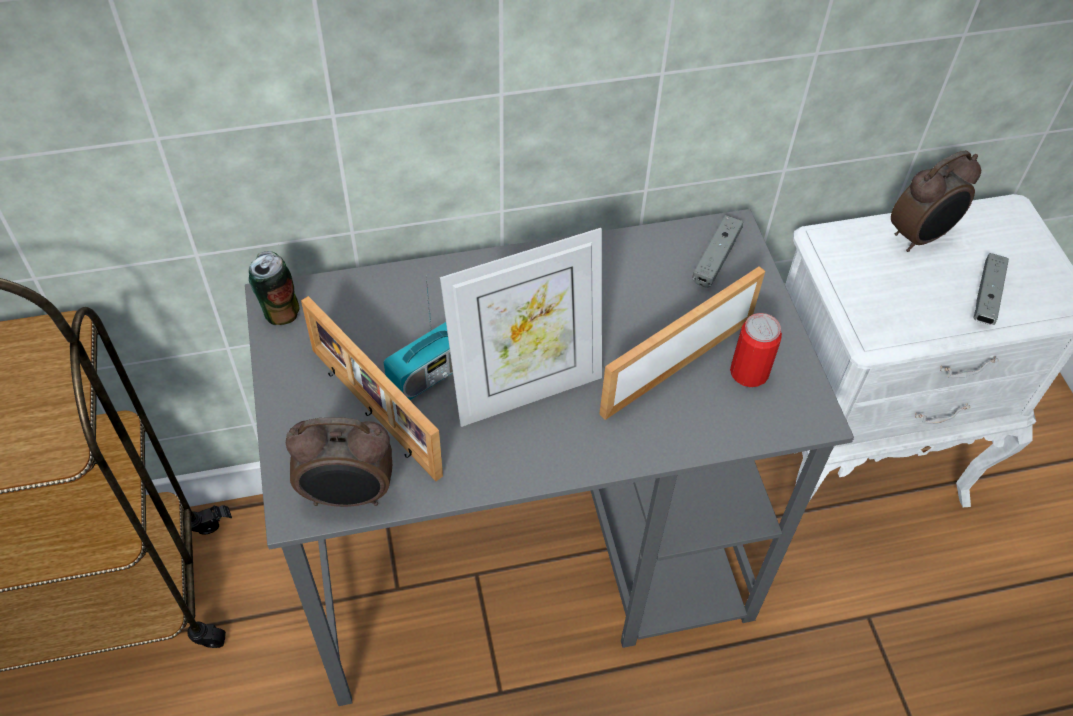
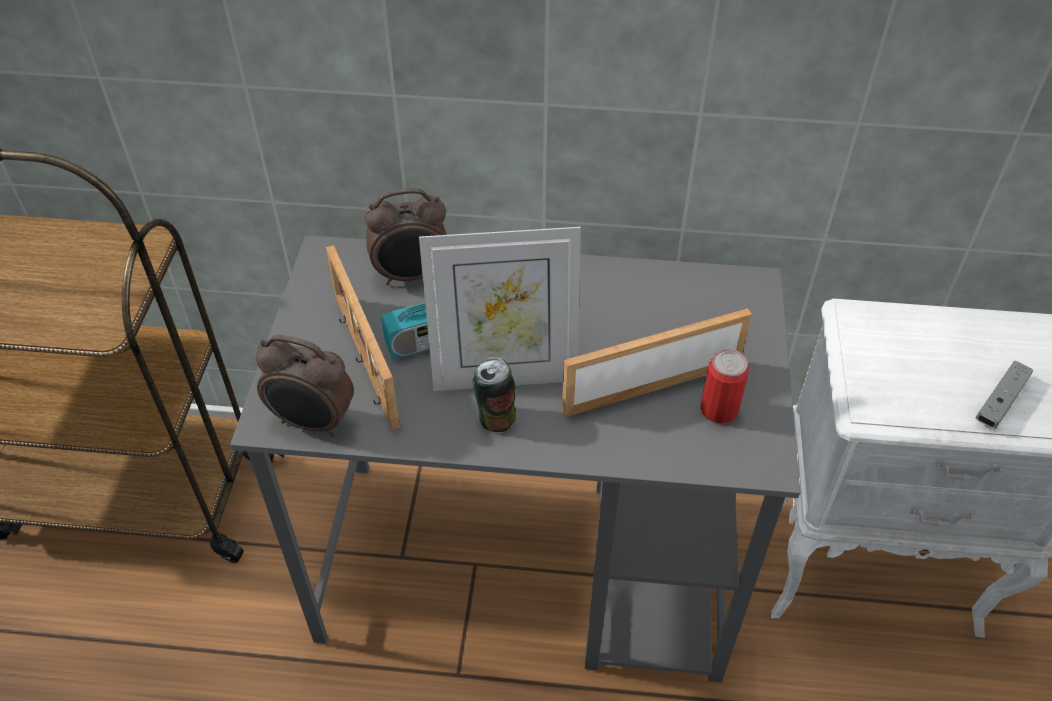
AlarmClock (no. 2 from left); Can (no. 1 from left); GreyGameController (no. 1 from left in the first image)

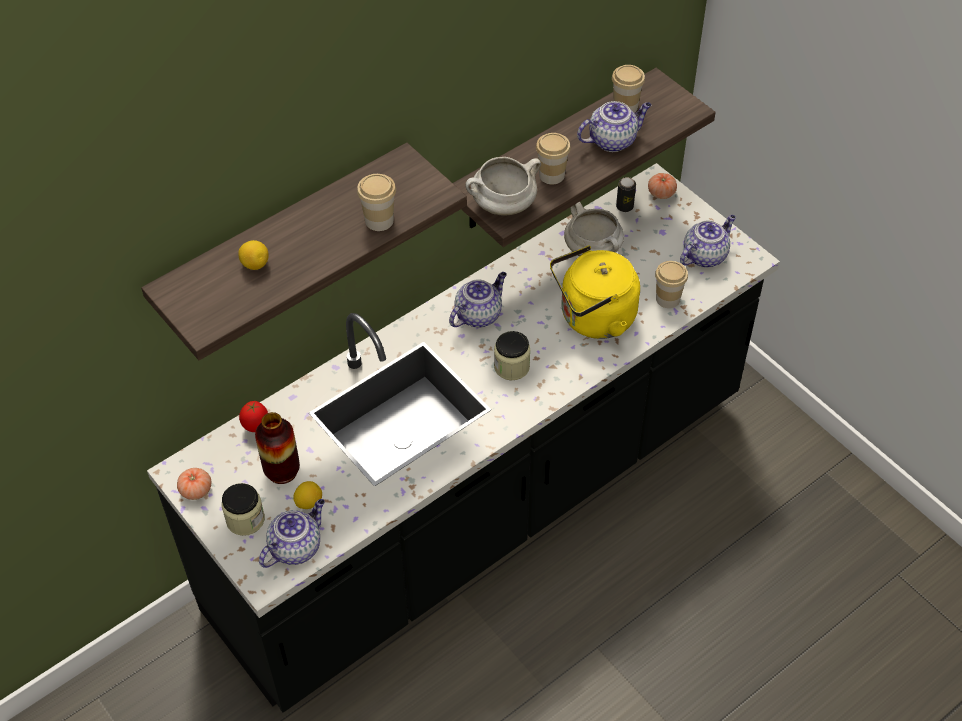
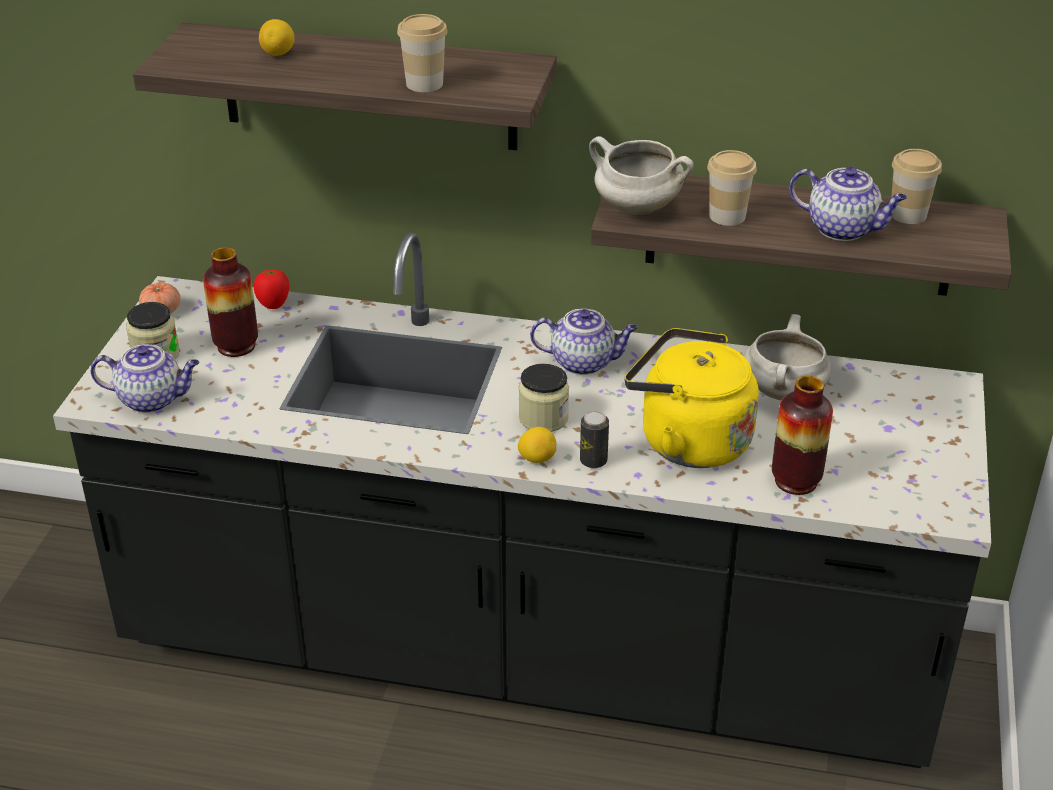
Lemon (no. 2 from left); Can; Vase (no. 2 from left); Tomato (no. 3 from left in the first image); Teapot (no. 4 from left in the first image)

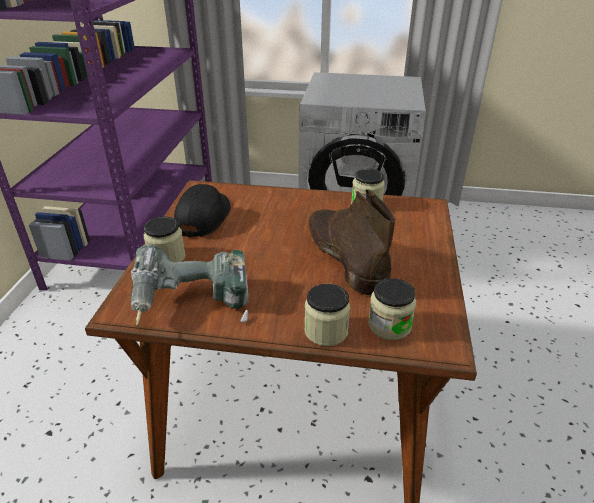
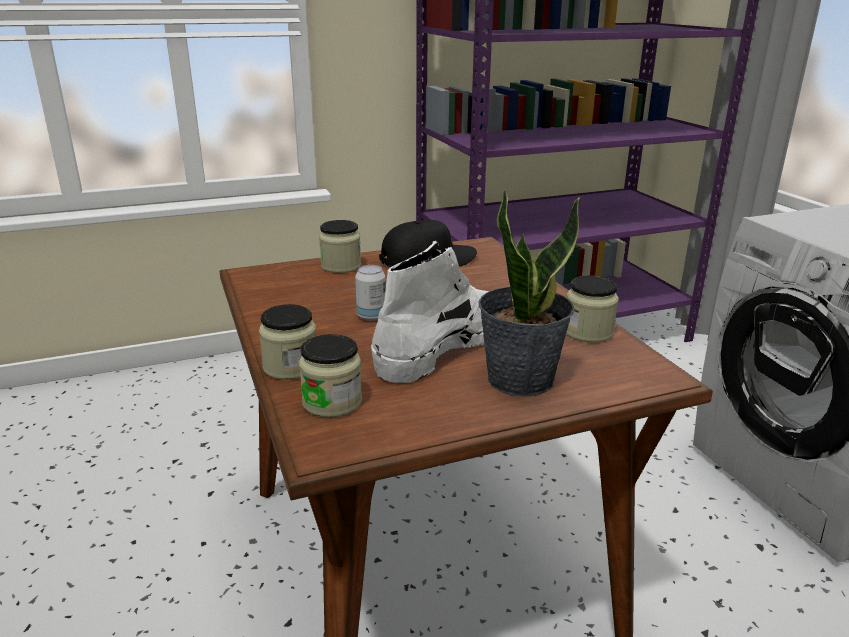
Can; WhiteBoot; PottedPlant; PowerDrill

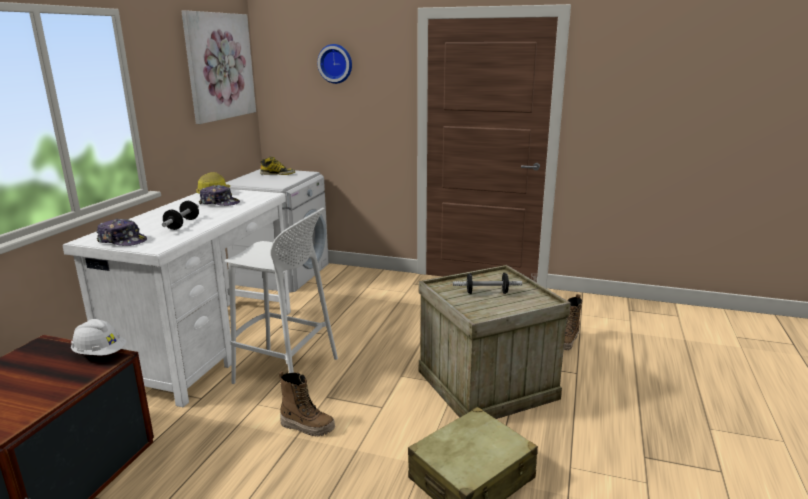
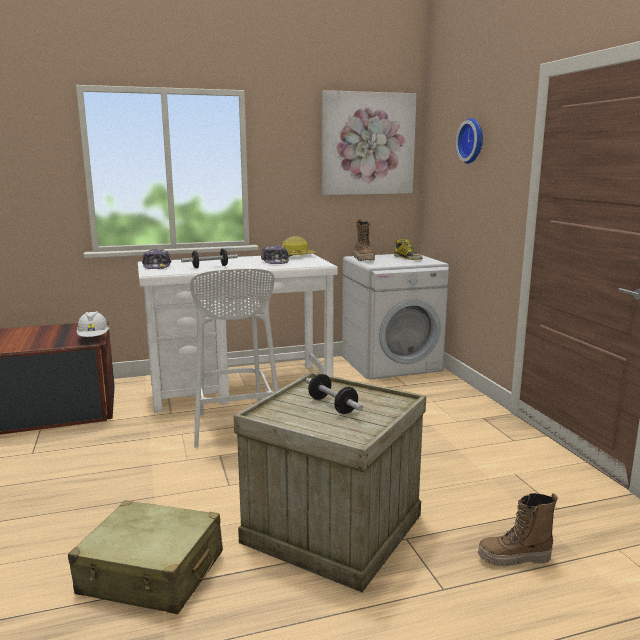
Boot (no. 1 from left)

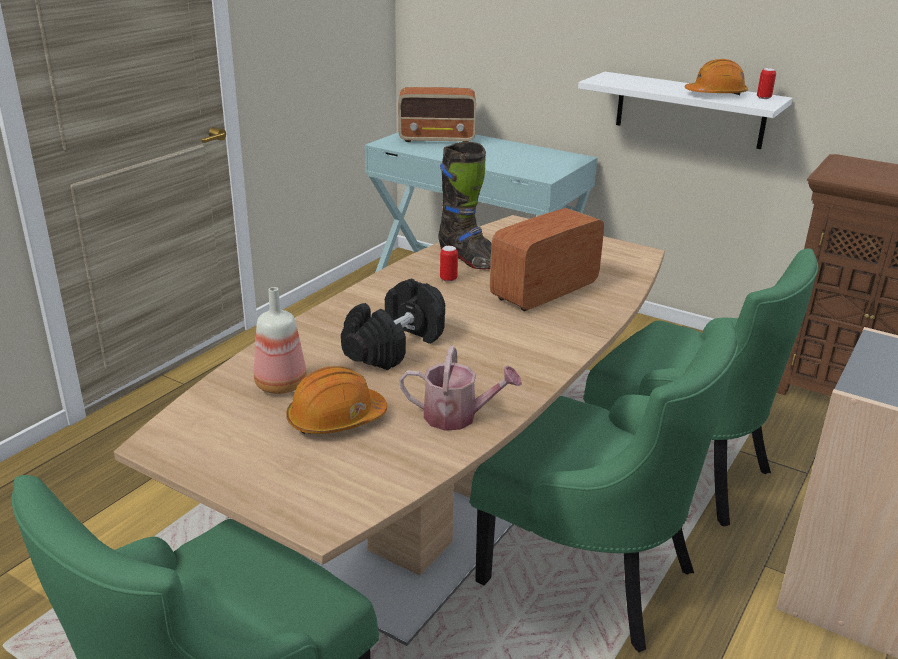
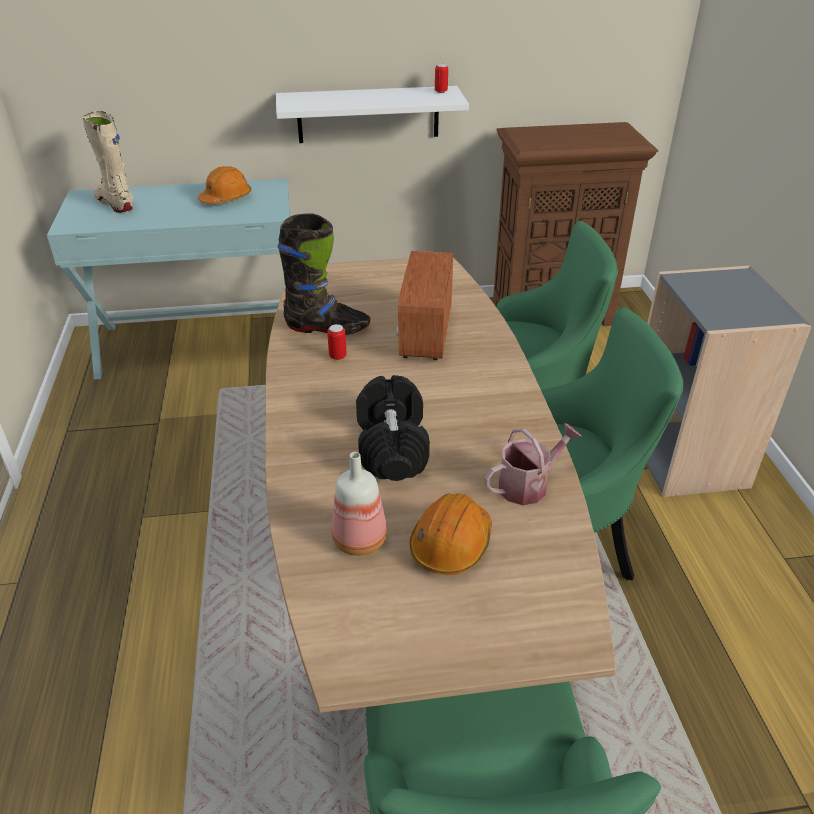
BeigeBoot; OrangeHardHat (no. 1 from left)

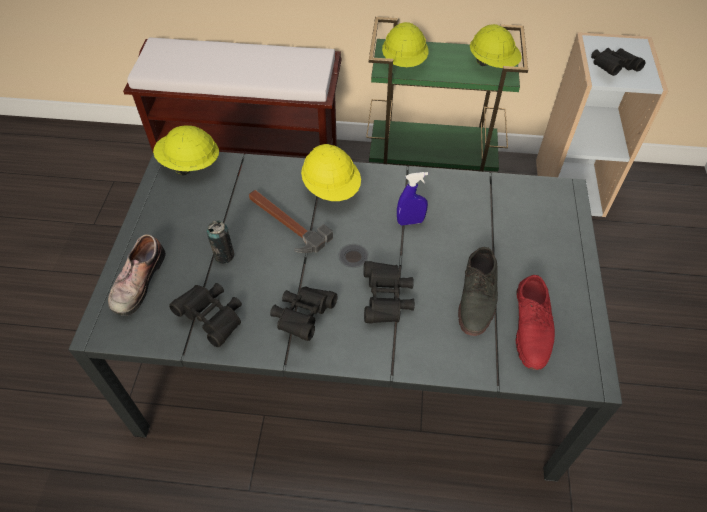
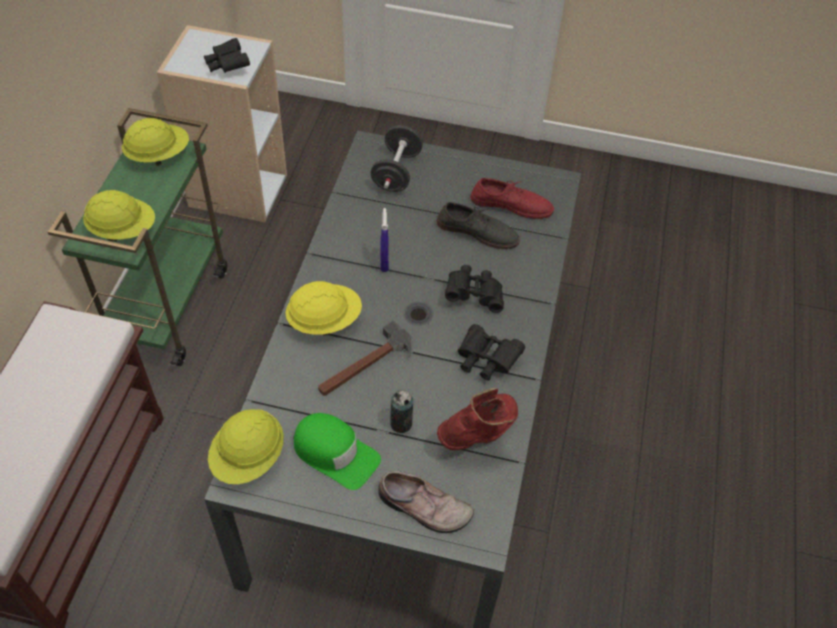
GreenCap; BlackDumbbell; RedBoot

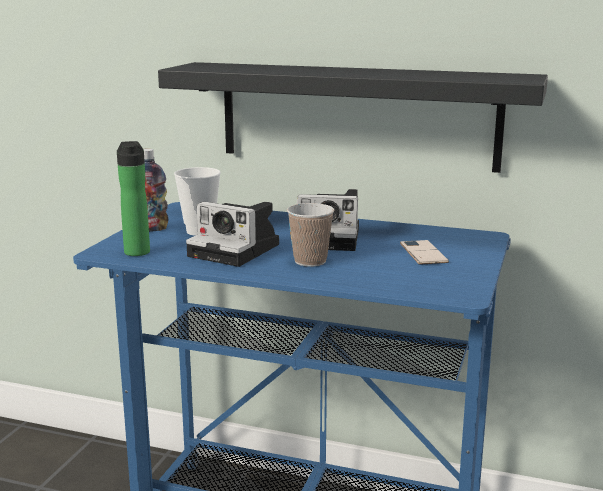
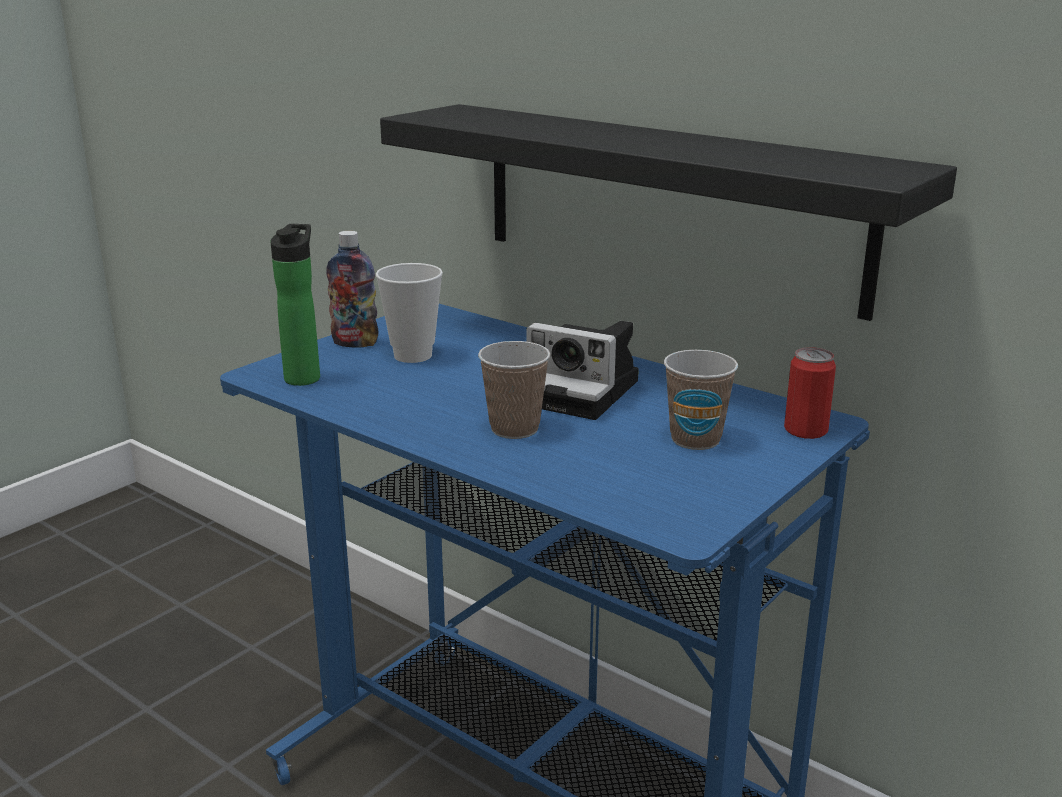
Cup (no. 3 from left); Can; PhotoCamera (no. 1 from left in the first image)

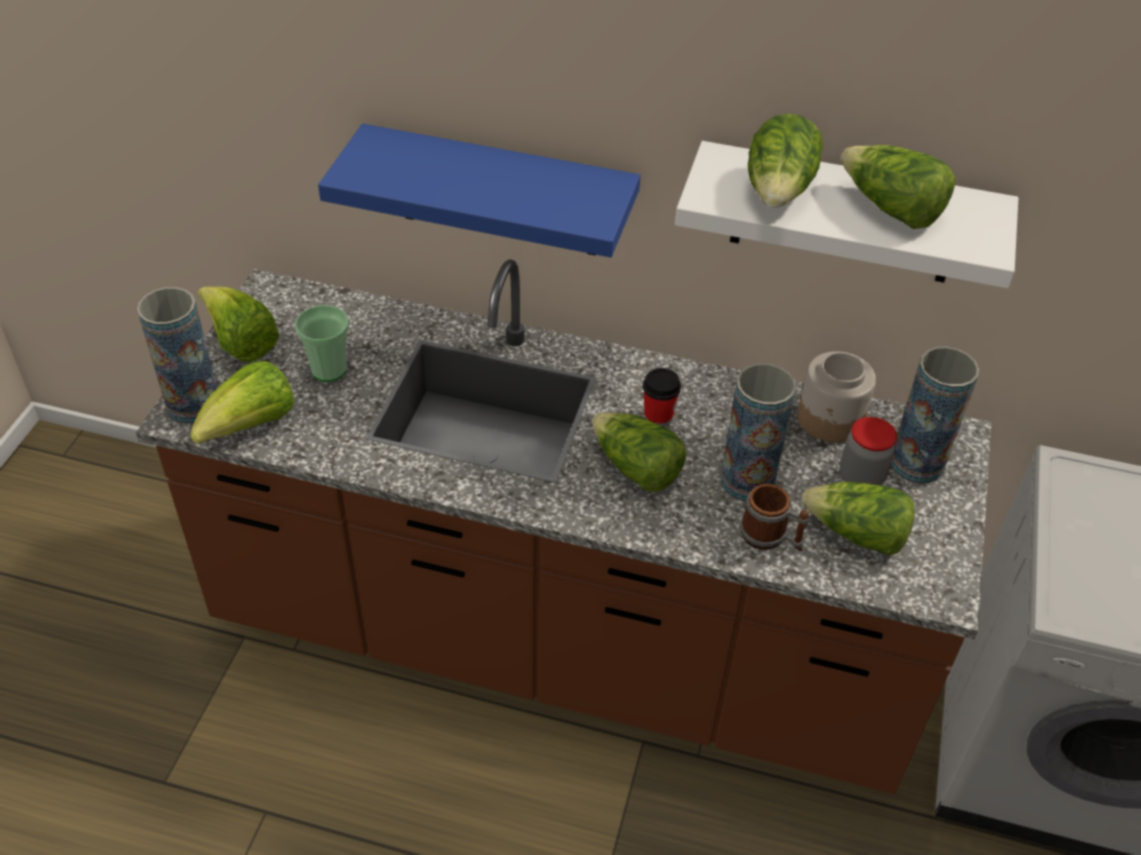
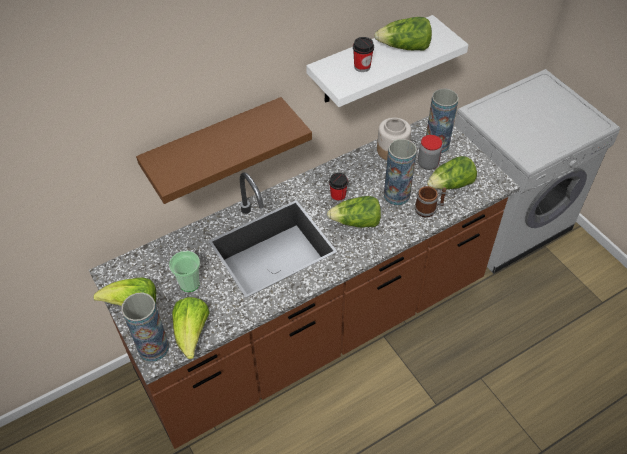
BrownShelf; Cup (no. 3 from left)

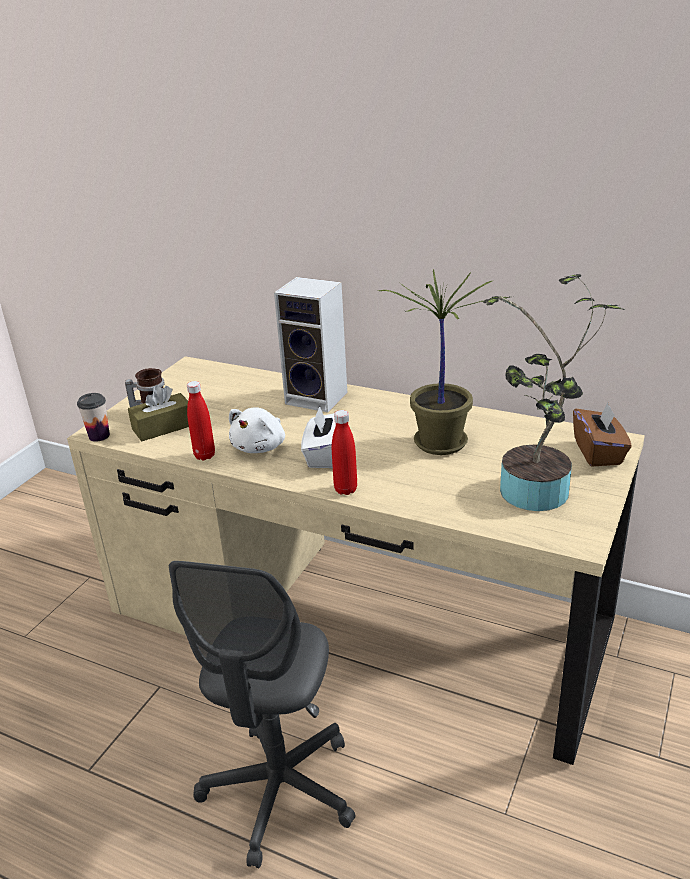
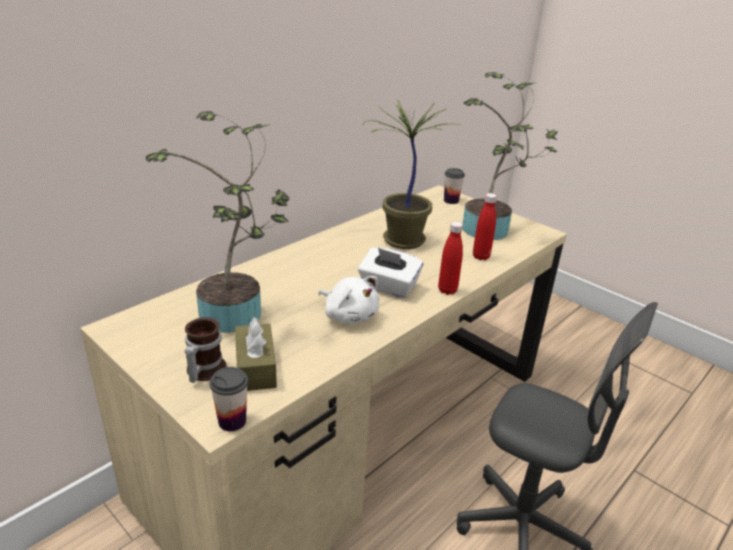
PottedPlant (no. 1 from left); Cup (no. 2 from left); RedBottle (no. 2 from left); Speaker

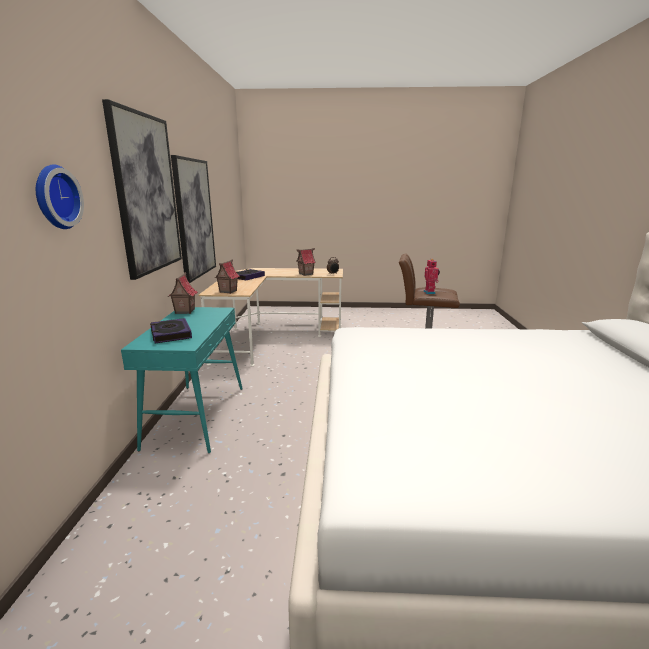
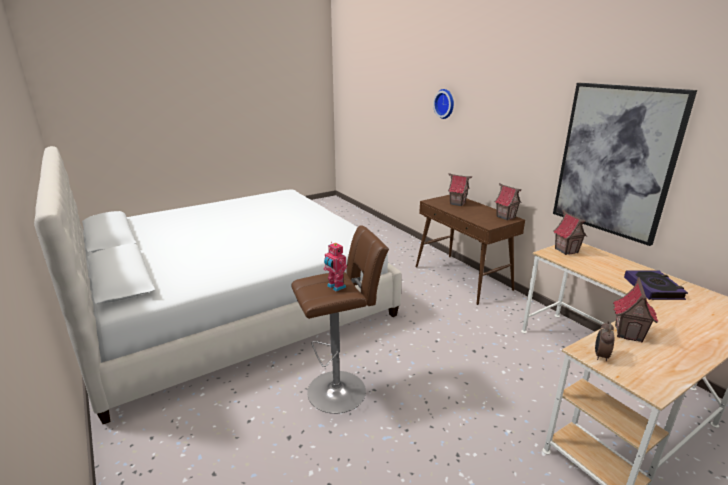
BrownConsoleTable; ToyHouse (no. 1 from left); Picture (no. 1 from left in the first image)

